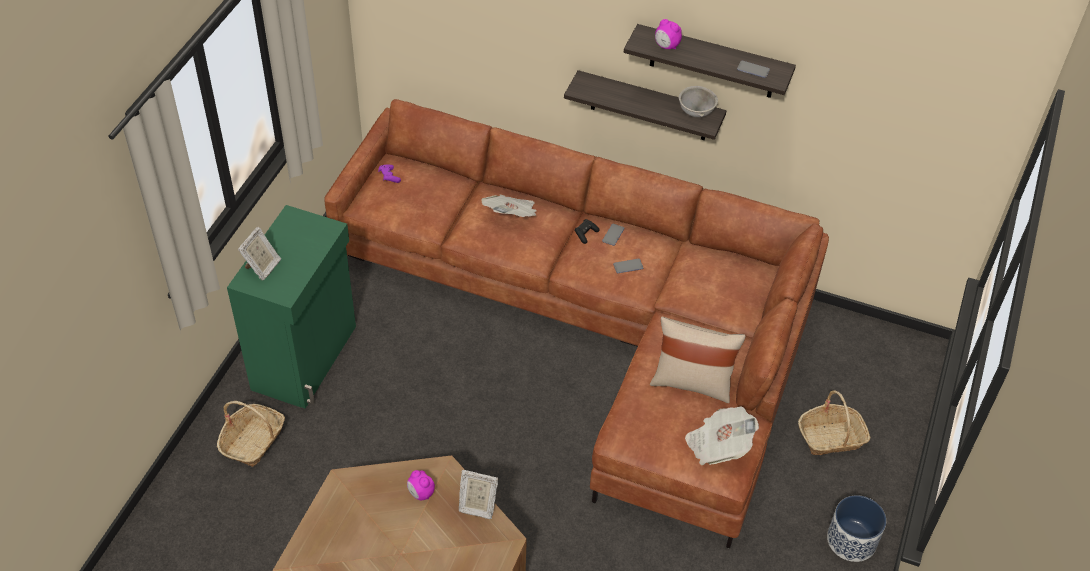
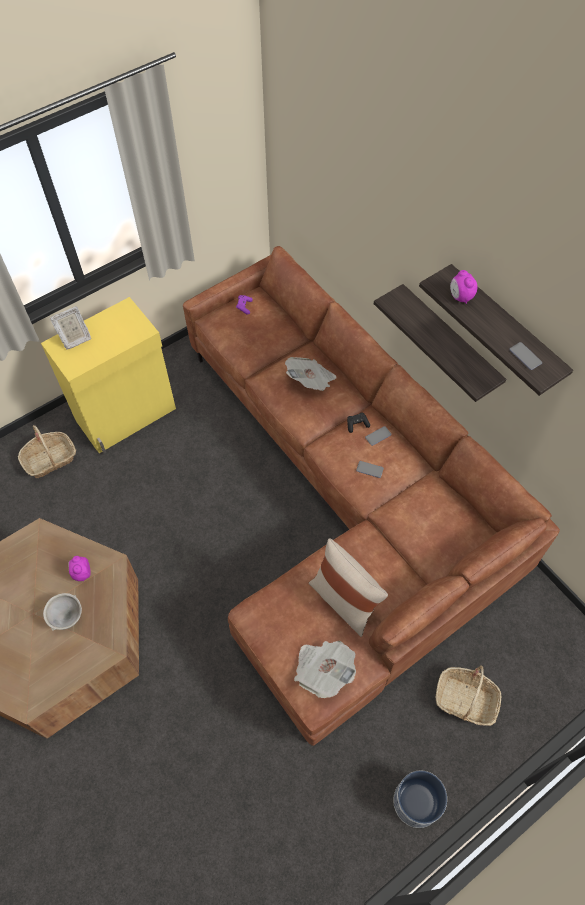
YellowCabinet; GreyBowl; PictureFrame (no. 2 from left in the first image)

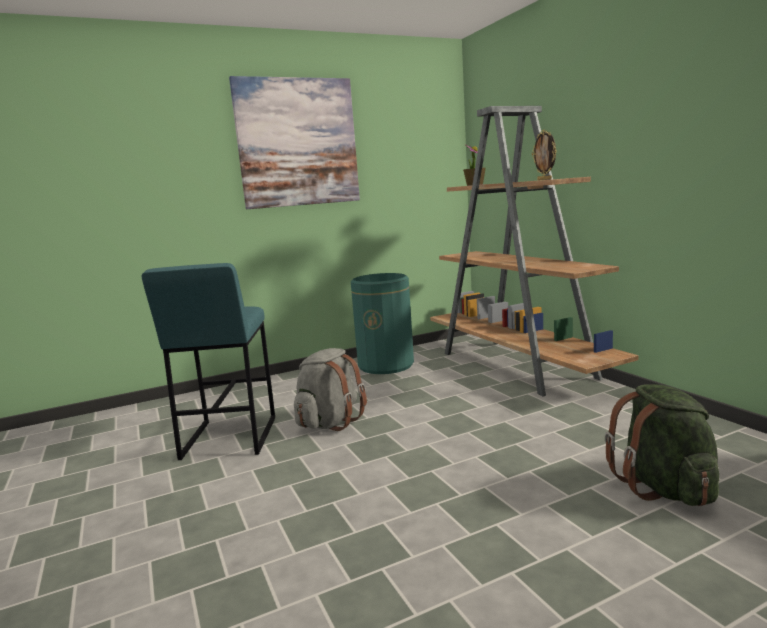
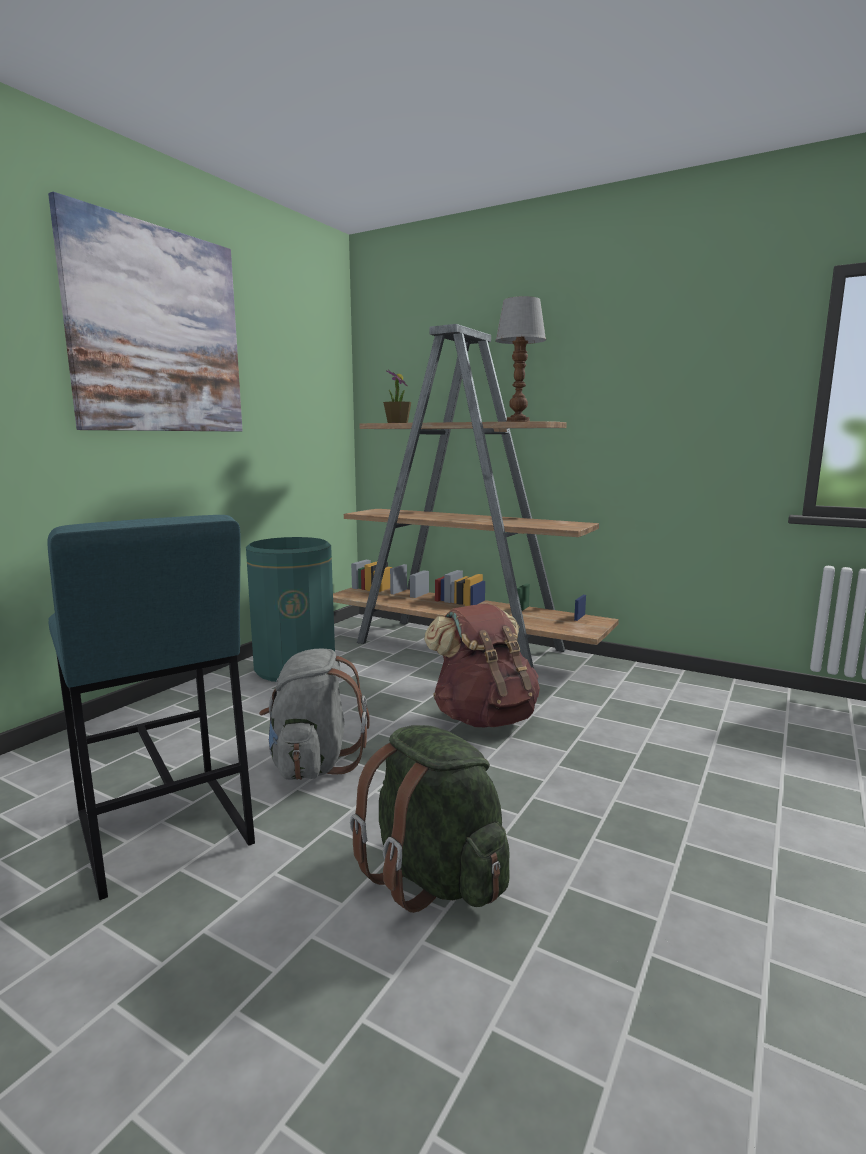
GreenBackpack; BrownBackpack; TableLamp

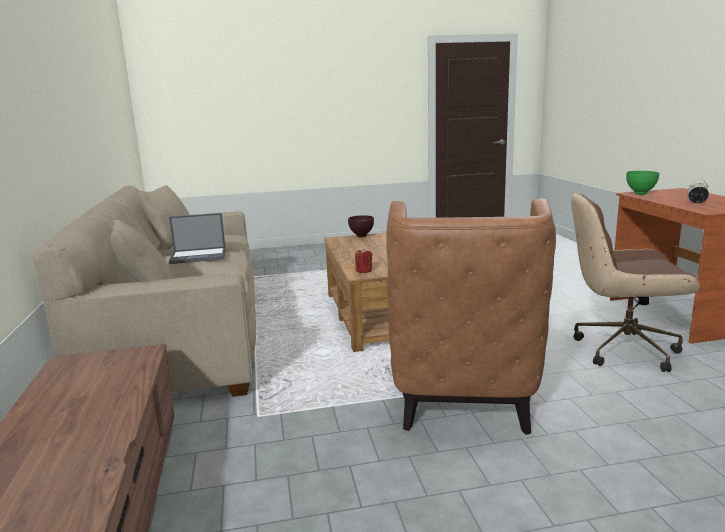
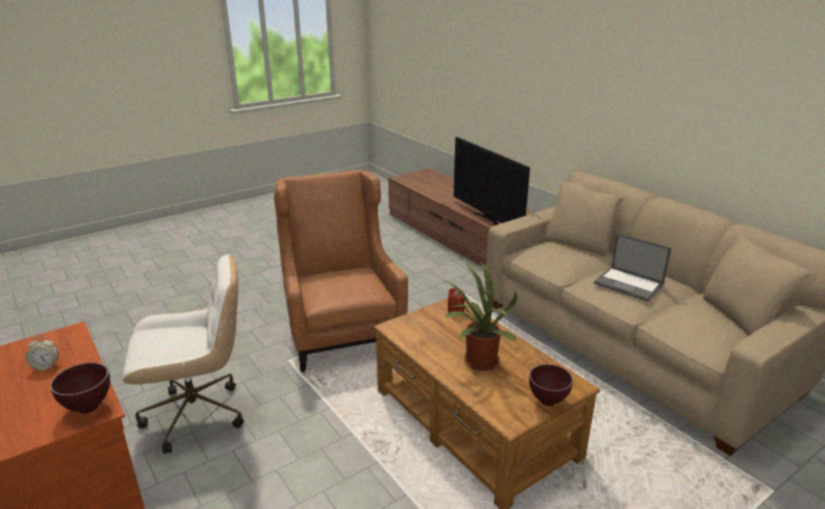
BrownBowl (no. 1 from left); WhiteOfficeChair; PottedPlant; Television; Laptop

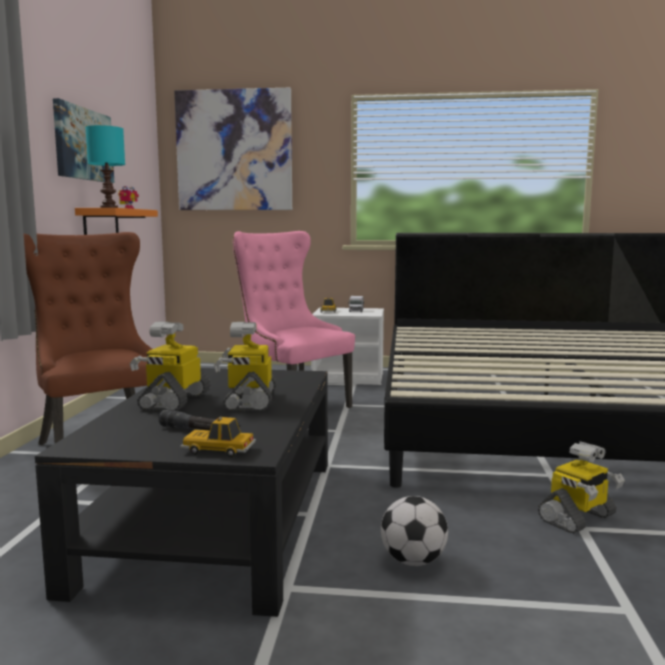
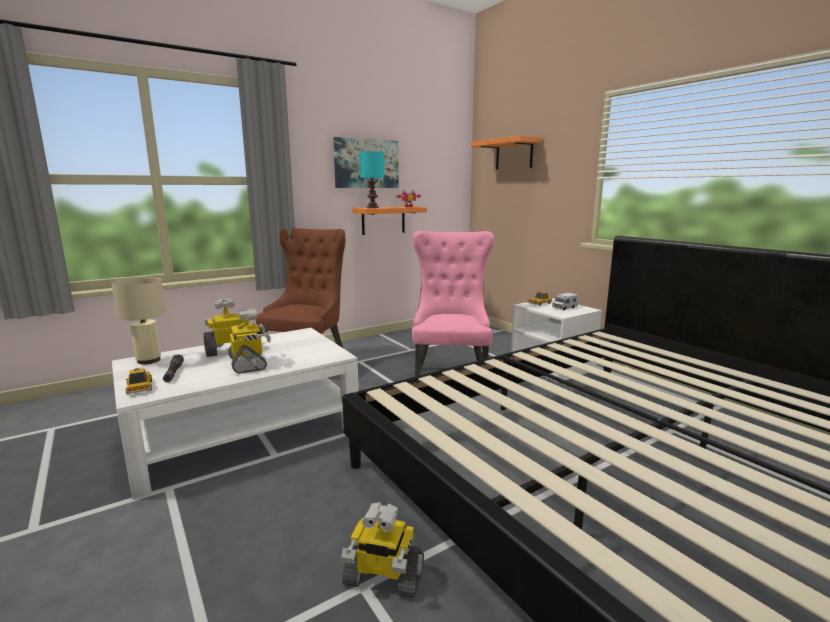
BeigeTableLamp; WhiteCoffeeTable; ToyRobot (no. 2 from left); OrangeShelf (no. 2 from left); Football

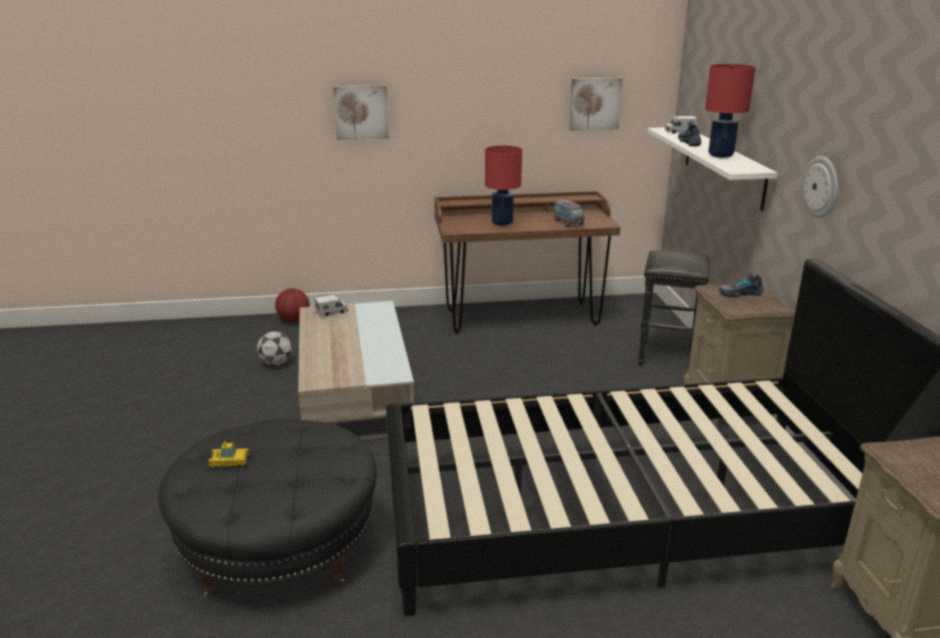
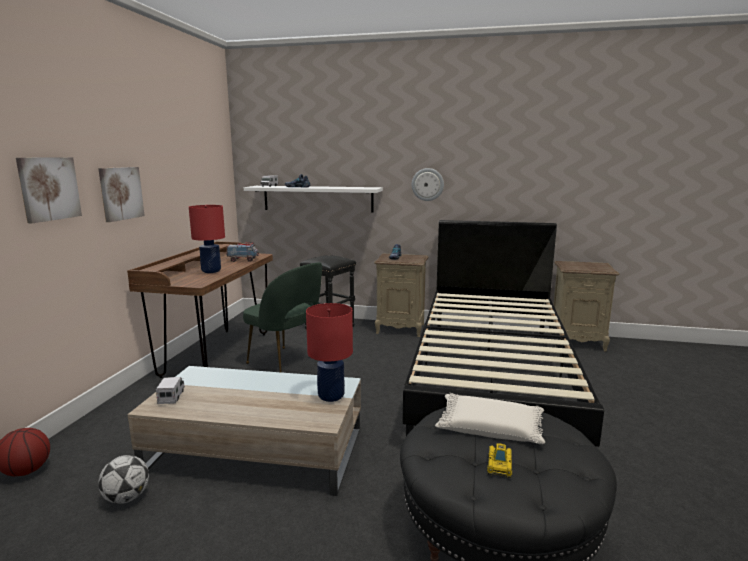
Picture (no. 2 from left); GreenChair; RedTableLamp (no. 2 from left); WhitePillow

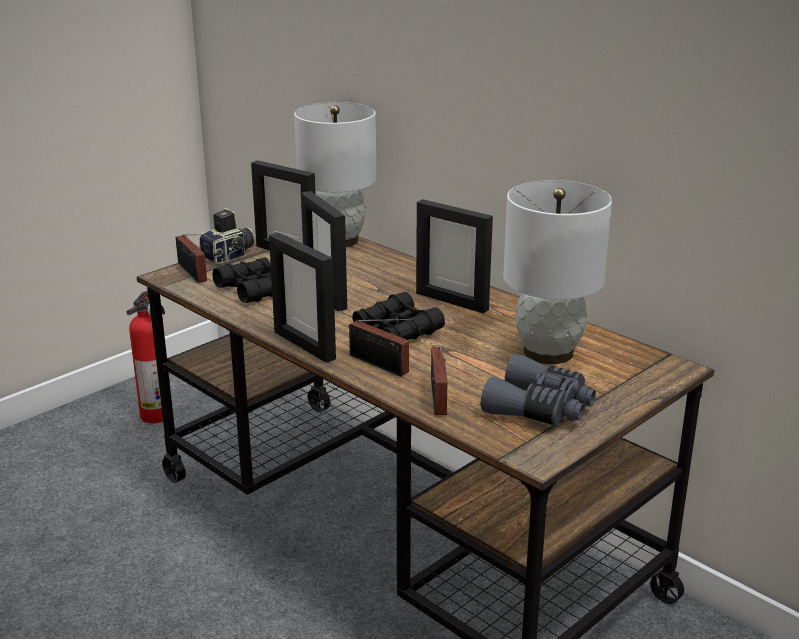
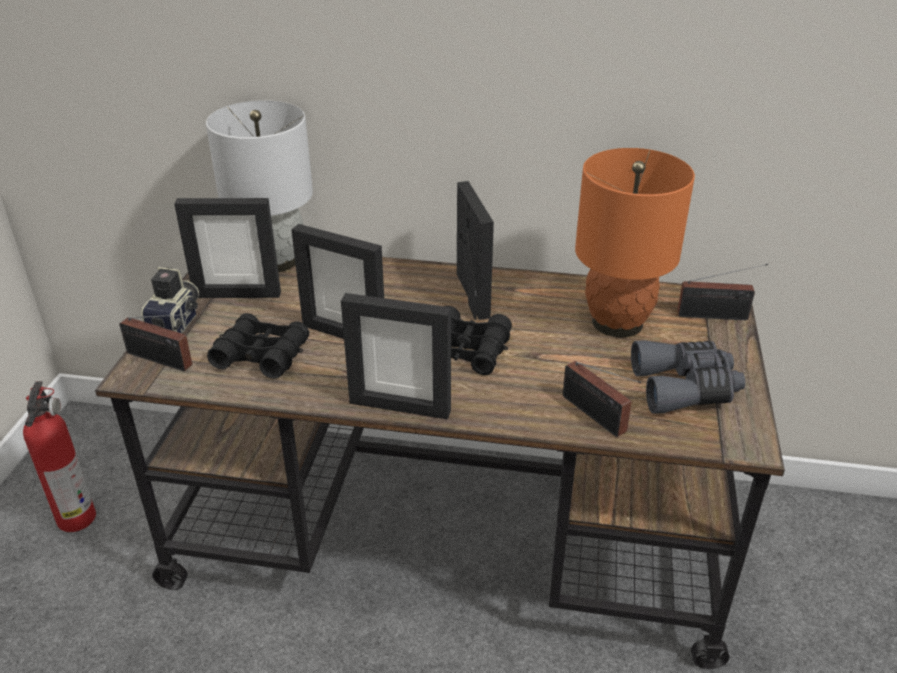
PictureFrame (no. 4 from left); OrangeTableLamp; Radio (no. 3 from left)

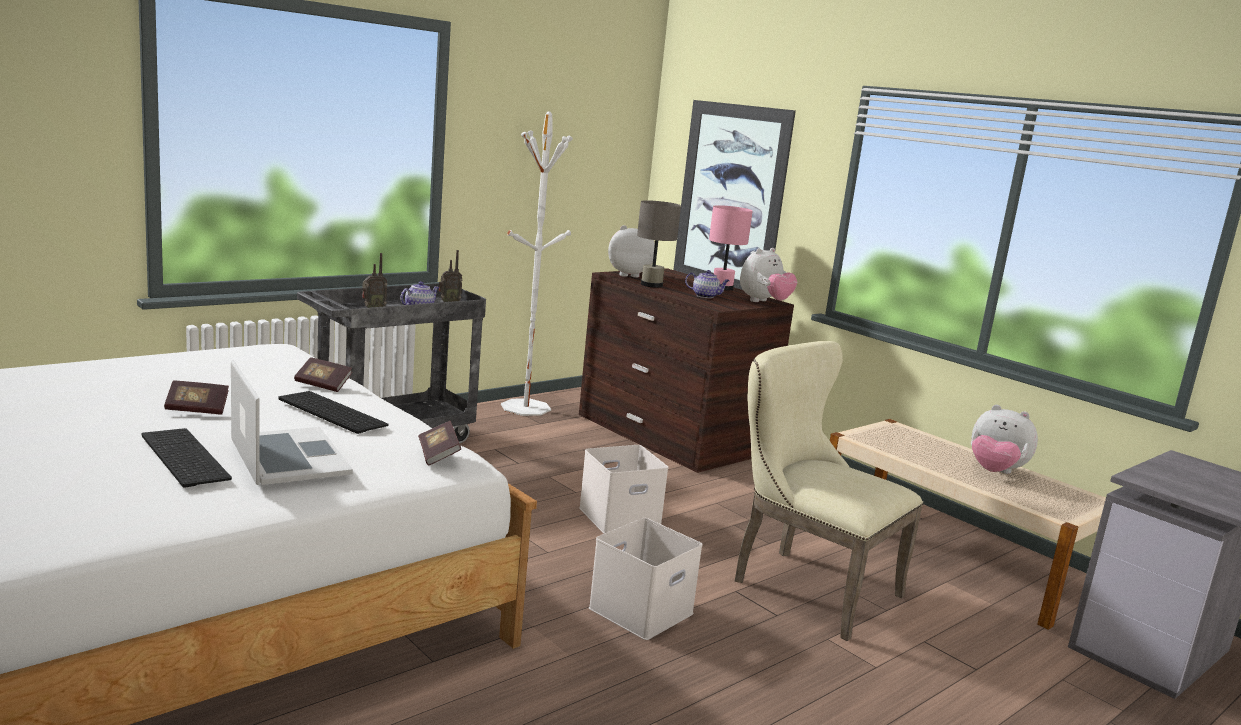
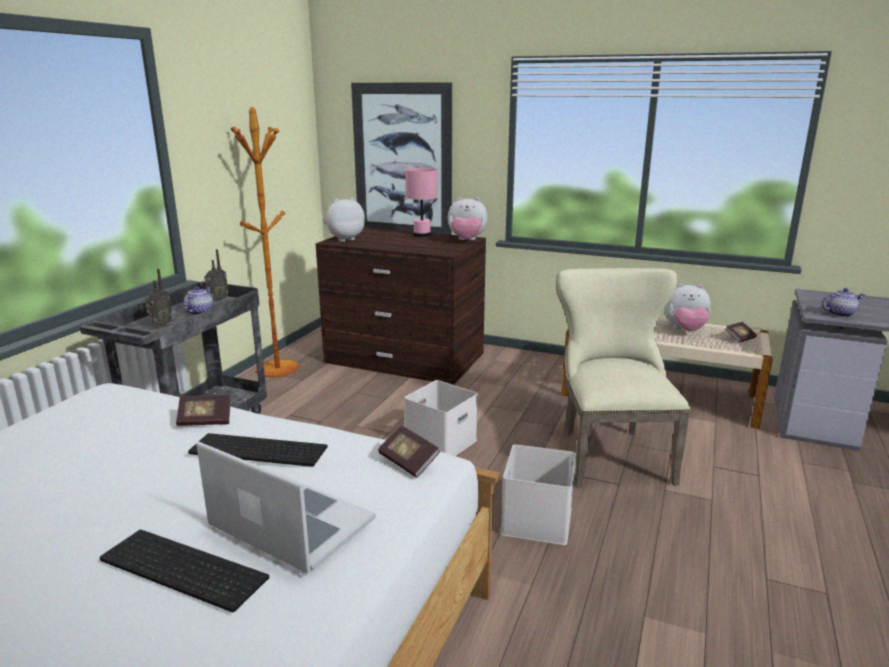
OrangeClothesRack; PlushToy (no. 2 from left); BeigeChair; Book (no. 3 from left); Teapot (no. 2 from left); GreyTableLamp

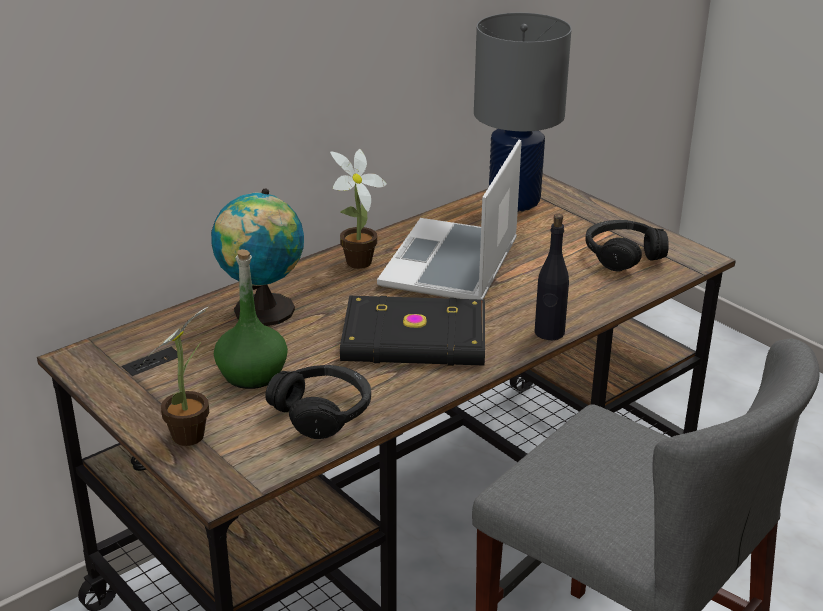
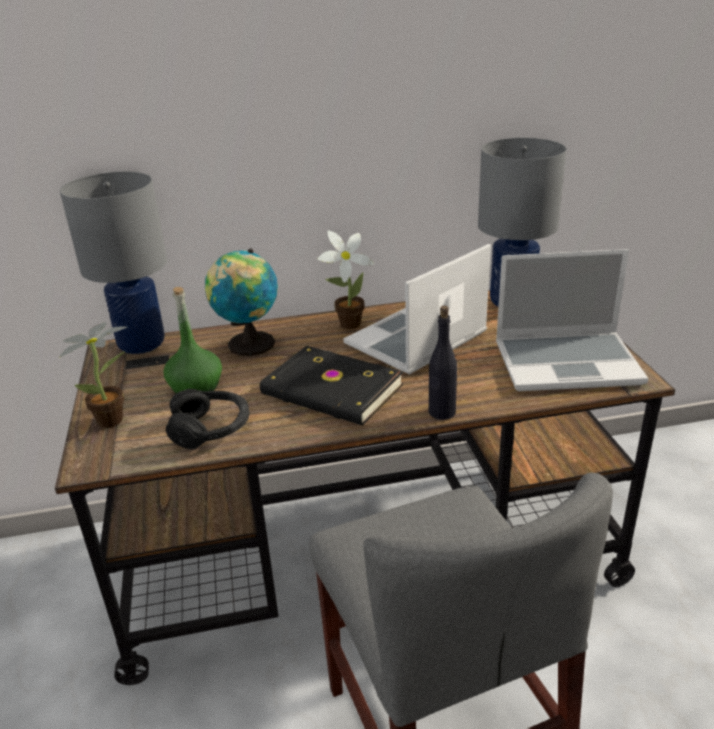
GreyTableLamp (no. 1 from left); Laptop (no. 2 from left)

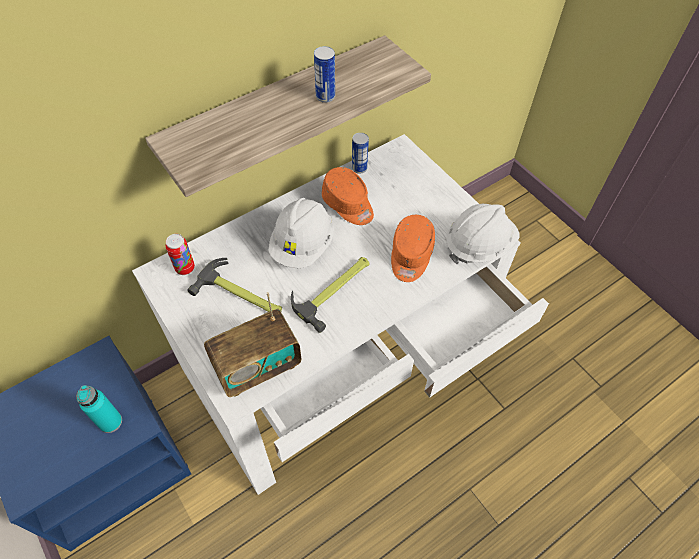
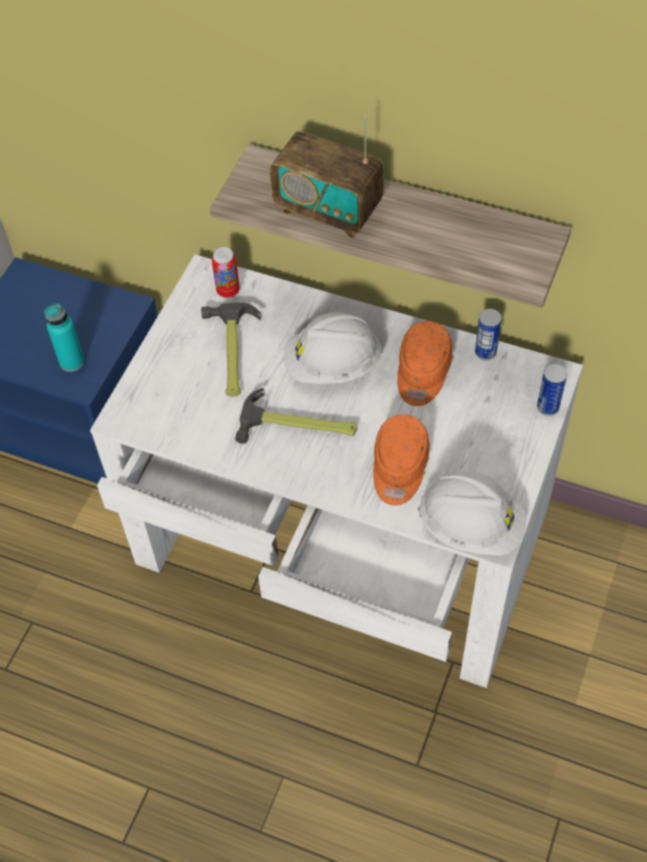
Radio; OrangeCap (no. 1 from left); Can (no. 3 from left)

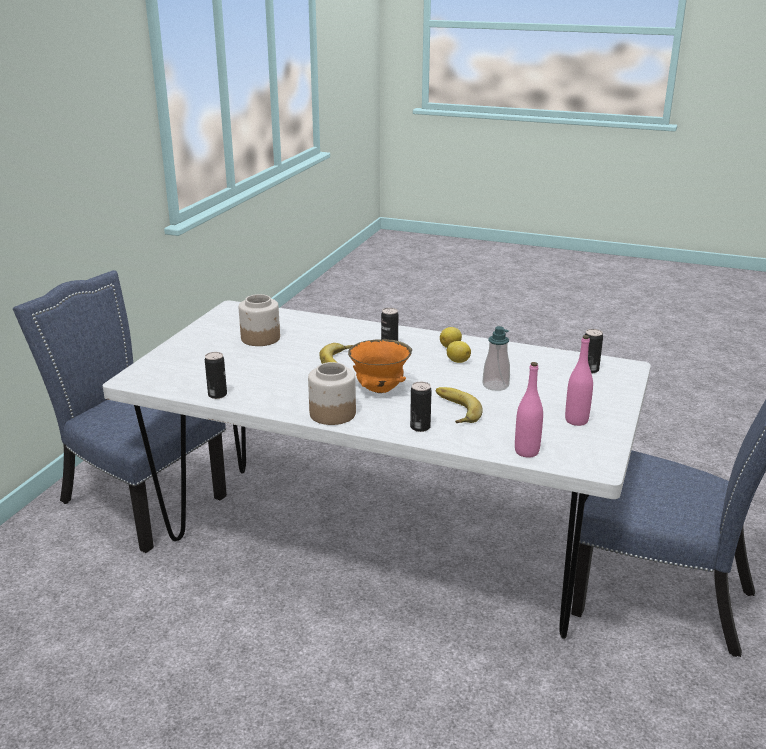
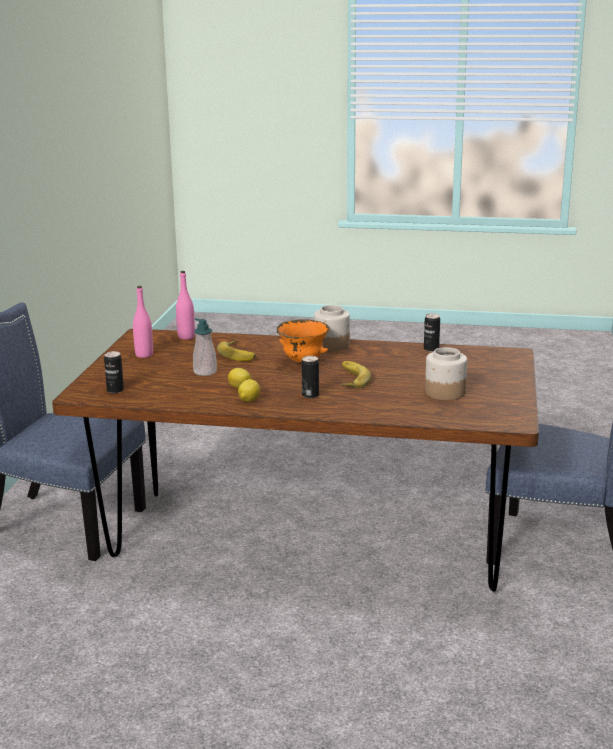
BrownDiningTable; Can (no. 3 from left in the first image)

